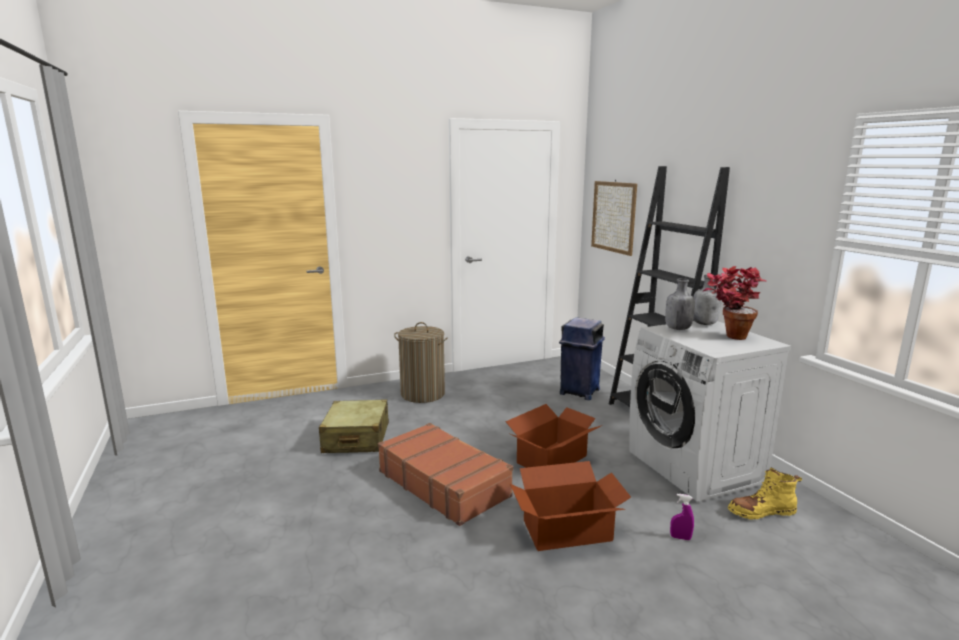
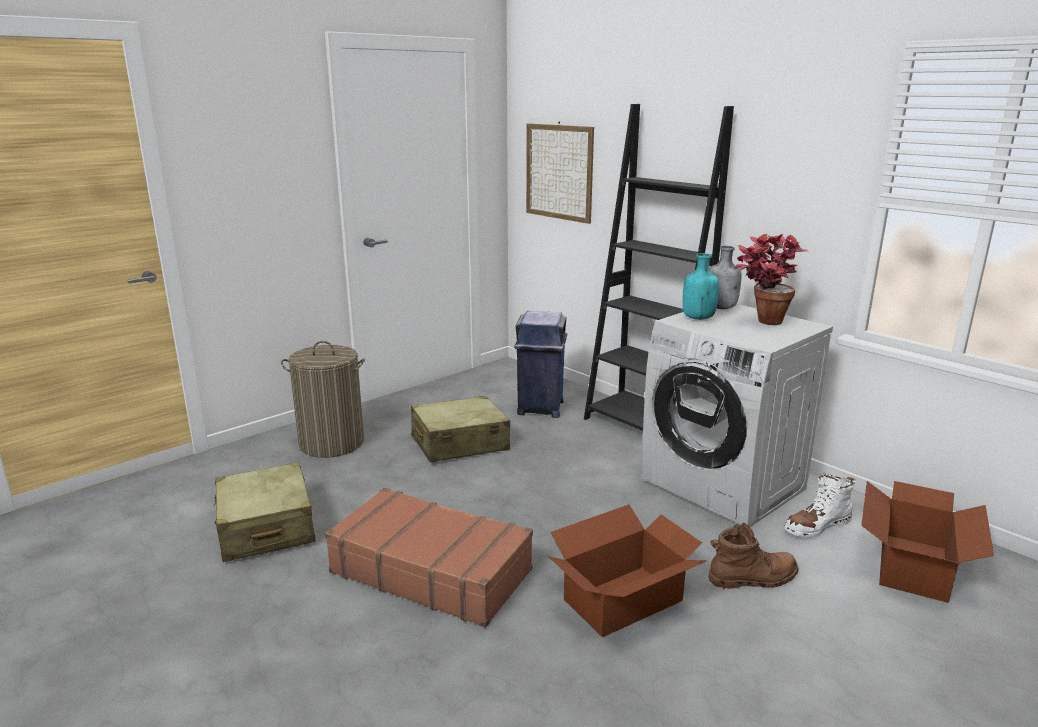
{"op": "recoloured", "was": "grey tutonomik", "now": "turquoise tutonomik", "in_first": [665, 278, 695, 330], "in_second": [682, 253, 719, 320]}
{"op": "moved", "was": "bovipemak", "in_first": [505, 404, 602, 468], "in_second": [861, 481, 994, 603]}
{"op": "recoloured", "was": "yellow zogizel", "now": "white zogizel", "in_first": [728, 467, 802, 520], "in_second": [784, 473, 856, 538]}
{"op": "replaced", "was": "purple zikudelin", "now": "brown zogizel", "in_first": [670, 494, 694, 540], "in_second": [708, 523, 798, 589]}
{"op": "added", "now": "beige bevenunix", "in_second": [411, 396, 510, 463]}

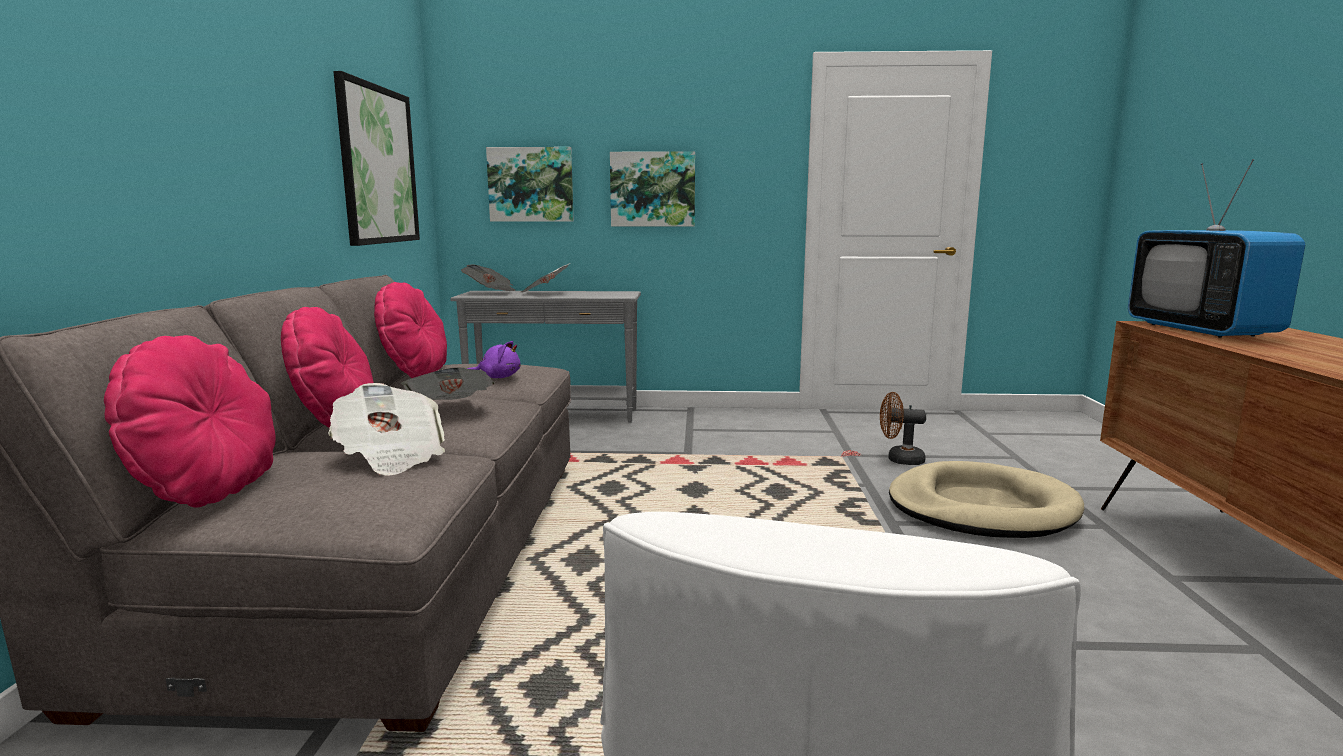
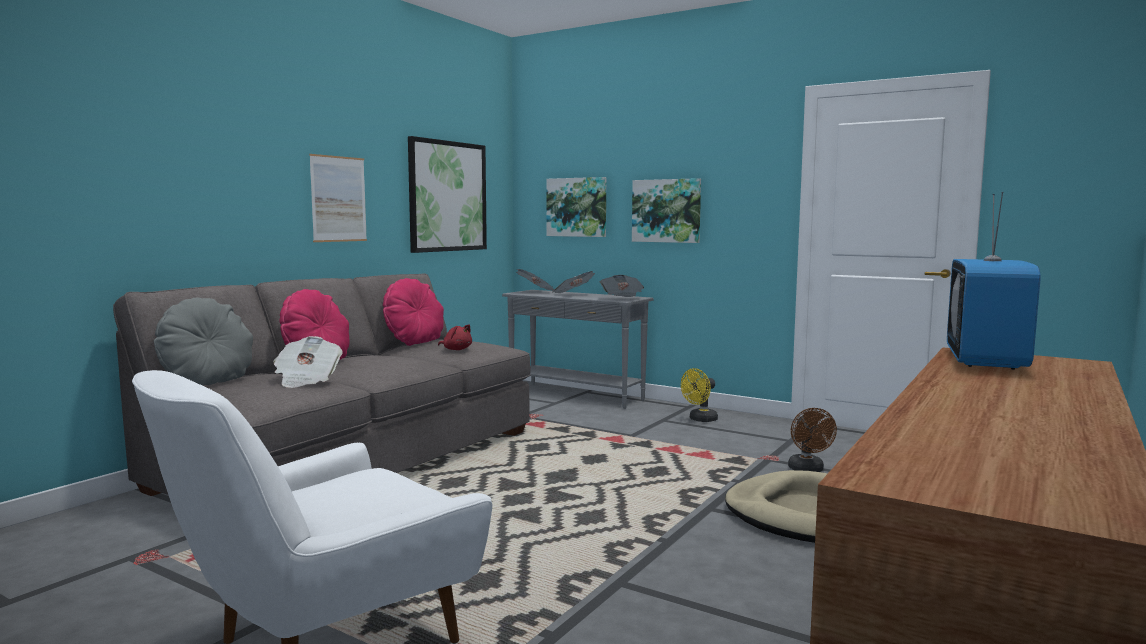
{"op": "recoloured", "was": "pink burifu", "now": "grey burifu", "in_first": [104, 335, 275, 507], "in_second": [154, 298, 253, 386]}
{"op": "recoloured", "was": "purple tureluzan", "now": "red tureluzan", "in_first": [468, 341, 521, 378], "in_second": [438, 324, 472, 350]}
{"op": "moved", "was": "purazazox", "in_first": [401, 367, 495, 400], "in_second": [599, 275, 644, 297]}
{"op": "turned", "was": "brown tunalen", "in_first": [880, 392, 926, 465], "in_second": [788, 408, 837, 472], "clockwise": -135}
{"op": "added", "now": "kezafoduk", "in_second": [309, 154, 367, 242]}
{"op": "added", "now": "yellow tunalen", "in_second": [681, 368, 718, 422]}

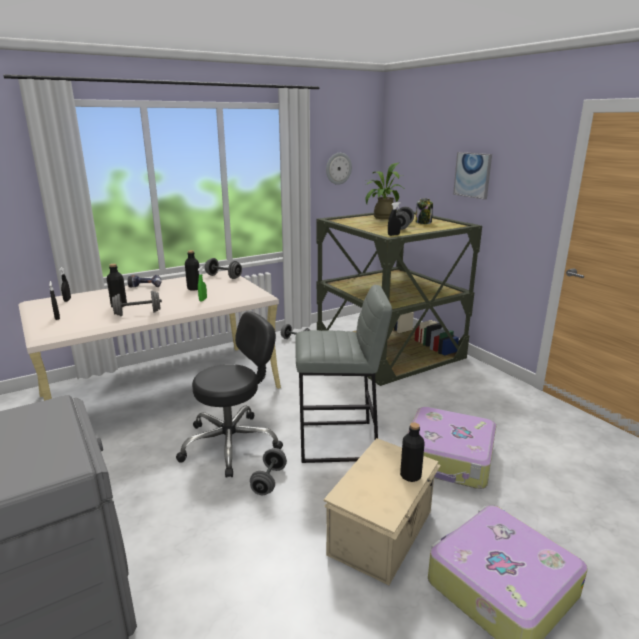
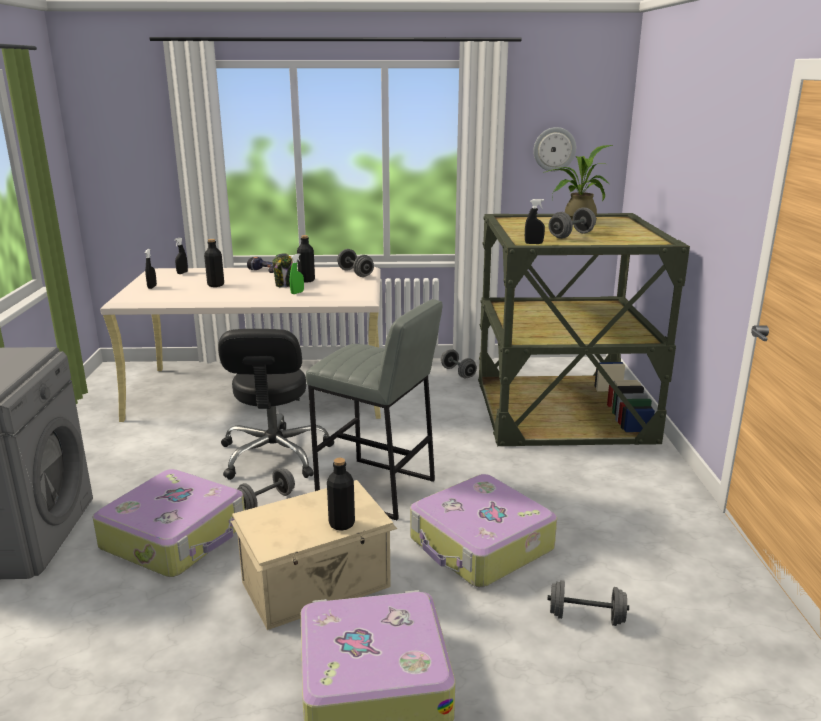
{"op": "removed", "was": "kezafoduk", "in_first": [453, 152, 492, 200]}
{"op": "moved", "was": "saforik", "in_first": [416, 198, 433, 224], "in_second": [273, 253, 293, 288]}
{"op": "moved", "was": "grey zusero", "in_first": [111, 291, 162, 316], "in_second": [548, 580, 629, 626]}
{"op": "turned", "was": "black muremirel", "in_first": [176, 311, 283, 478], "in_second": [218, 329, 334, 480], "clockwise": 90}
{"op": "added", "now": "bevenunix", "in_second": [93, 469, 245, 577]}

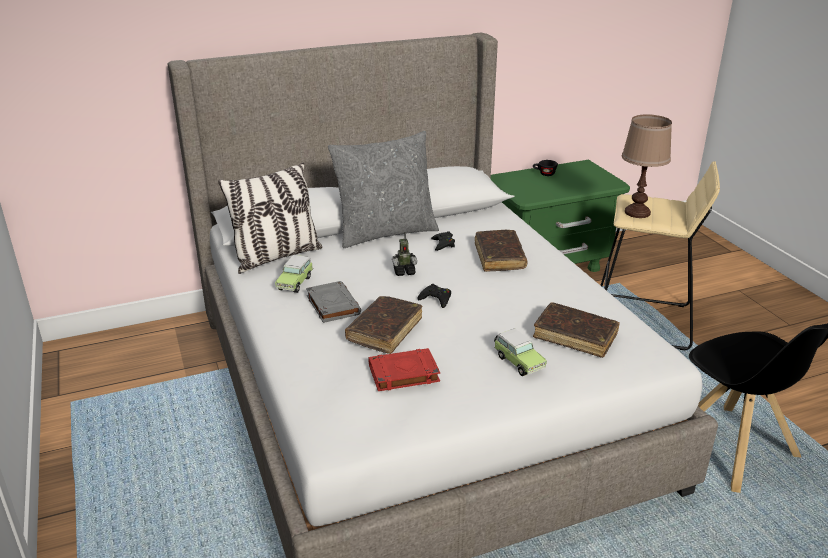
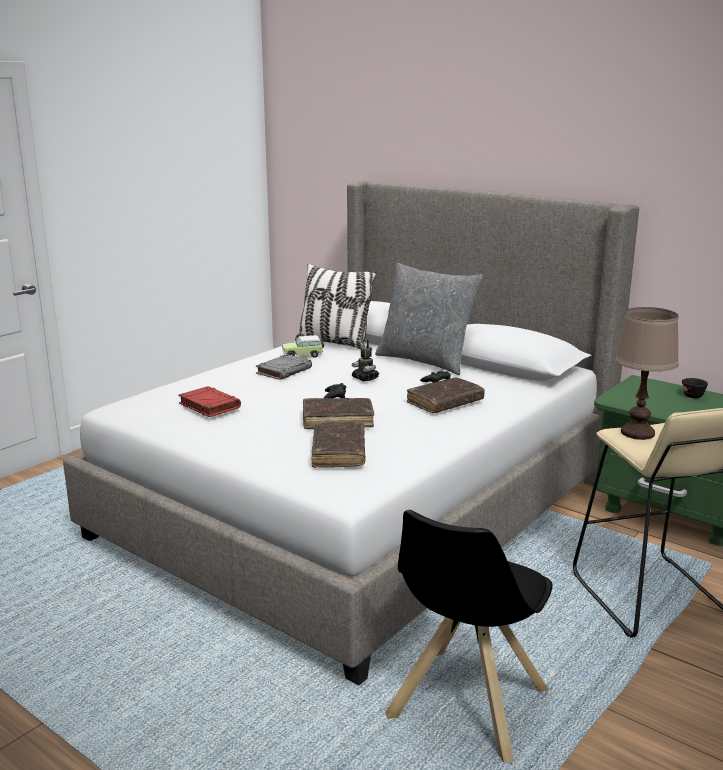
{"op": "moved", "was": "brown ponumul", "in_first": [345, 296, 422, 354], "in_second": [303, 398, 374, 429]}
{"op": "removed", "was": "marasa", "in_first": [494, 328, 547, 376]}

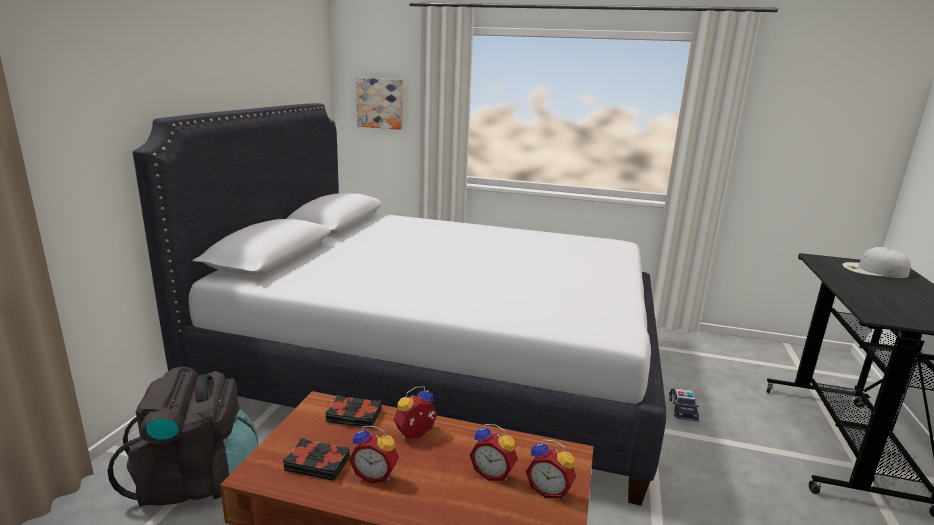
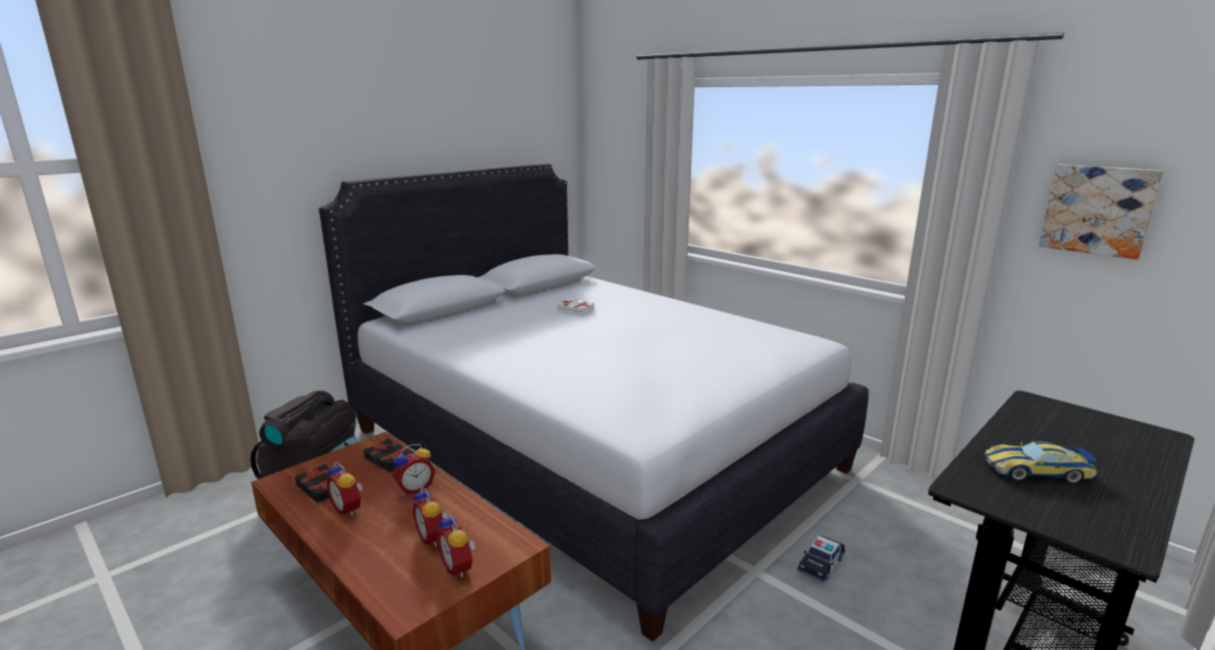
{"op": "moved", "was": "kezafoduk", "in_first": [356, 77, 403, 130], "in_second": [1039, 164, 1163, 259]}
{"op": "removed", "was": "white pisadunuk", "in_first": [842, 247, 911, 278]}
{"op": "turned", "was": "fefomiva", "in_first": [393, 386, 437, 439], "in_second": [392, 444, 436, 495], "clockwise": 150}
{"op": "added", "now": "white ponumul", "in_second": [557, 298, 594, 315]}
{"op": "added", "now": "marasa", "in_second": [985, 442, 1097, 483]}

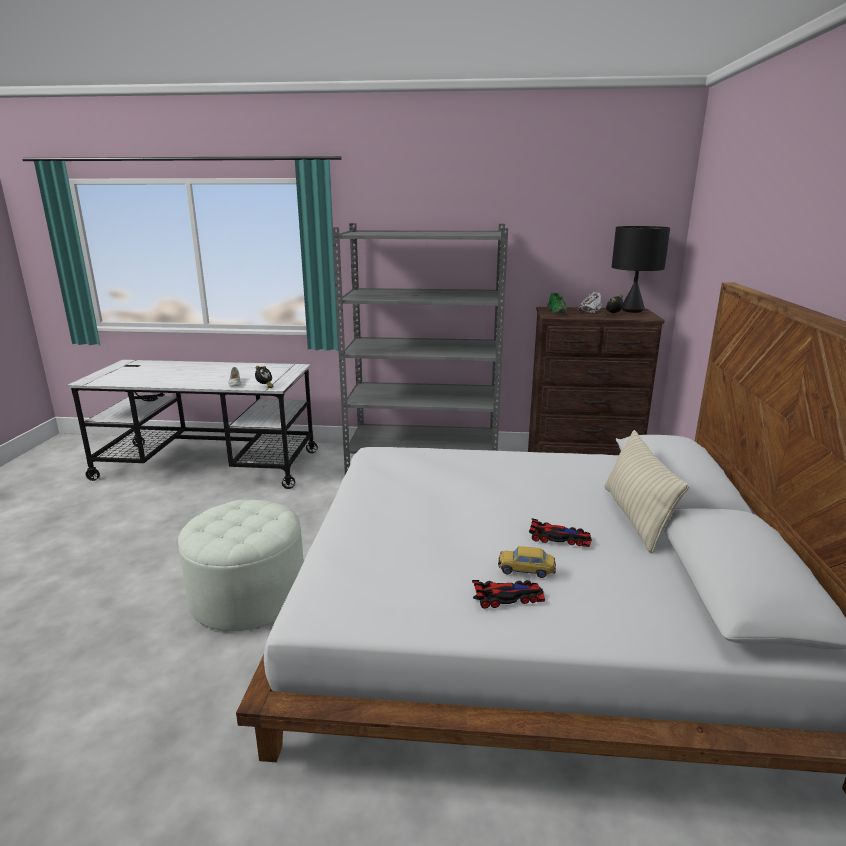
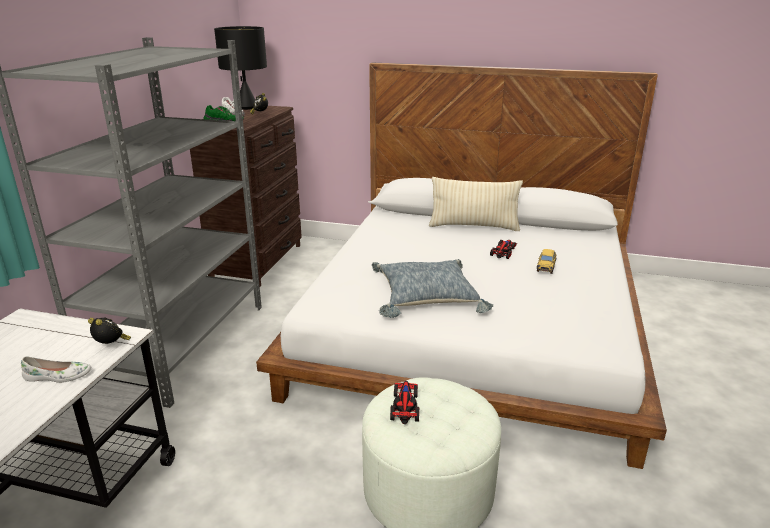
{"op": "moved", "was": "marasa", "in_first": [472, 580, 545, 609], "in_second": [390, 381, 419, 424]}
{"op": "added", "now": "burifu", "in_second": [371, 259, 494, 318]}

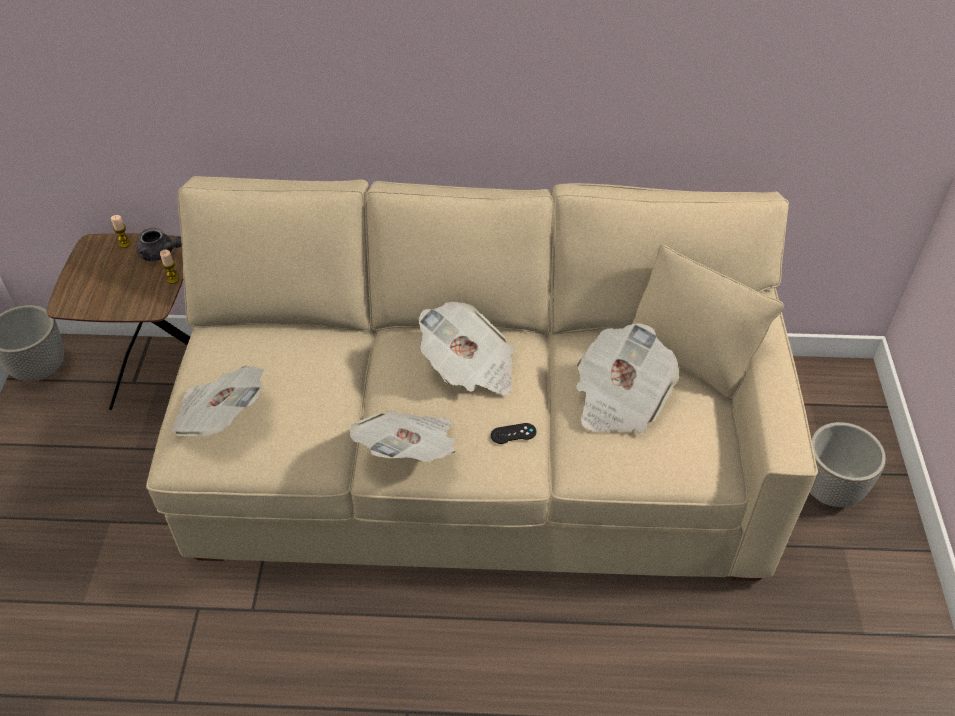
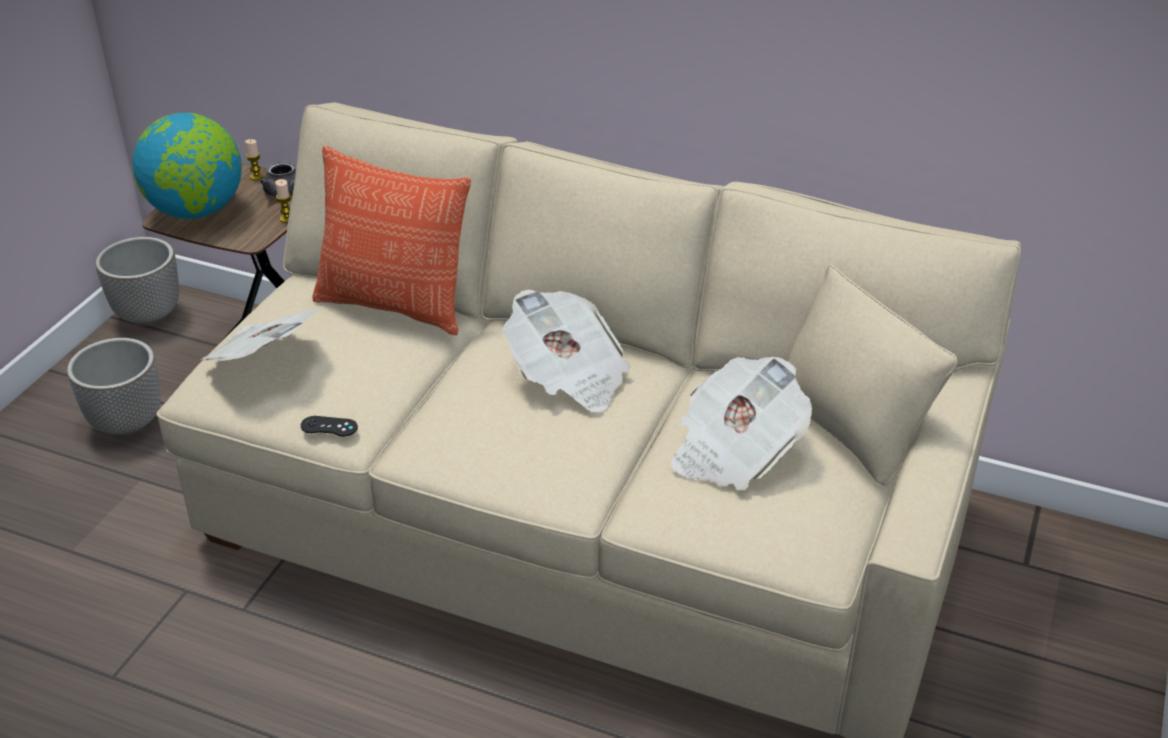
{"op": "removed", "was": "purazazox", "in_first": [349, 410, 456, 462]}
{"op": "moved", "was": "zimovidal", "in_first": [809, 422, 886, 507], "in_second": [67, 338, 161, 436]}
{"op": "moved", "was": "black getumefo", "in_first": [491, 423, 536, 444], "in_second": [301, 416, 358, 437]}
{"op": "added", "now": "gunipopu", "in_second": [132, 113, 242, 219]}
{"op": "added", "now": "orange burifu", "in_second": [312, 146, 471, 335]}

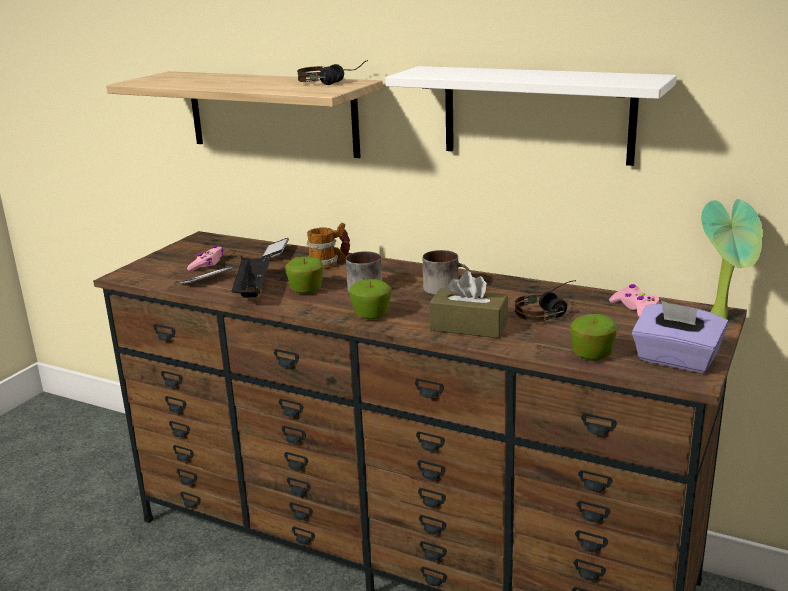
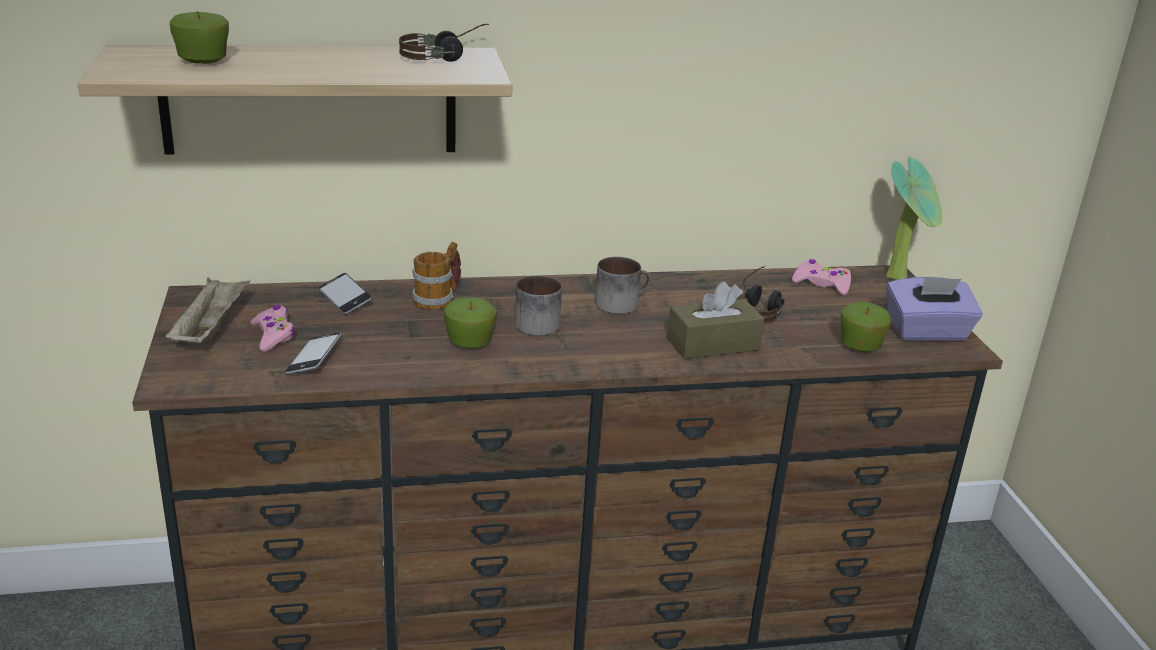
{"op": "removed", "was": "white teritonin", "in_first": [385, 66, 677, 166]}
{"op": "removed", "was": "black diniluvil", "in_first": [232, 255, 272, 298]}
{"op": "moved", "was": "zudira", "in_first": [350, 279, 391, 319], "in_second": [170, 11, 229, 64]}
{"op": "added", "now": "beige diniluvil", "in_second": [165, 277, 250, 344]}

